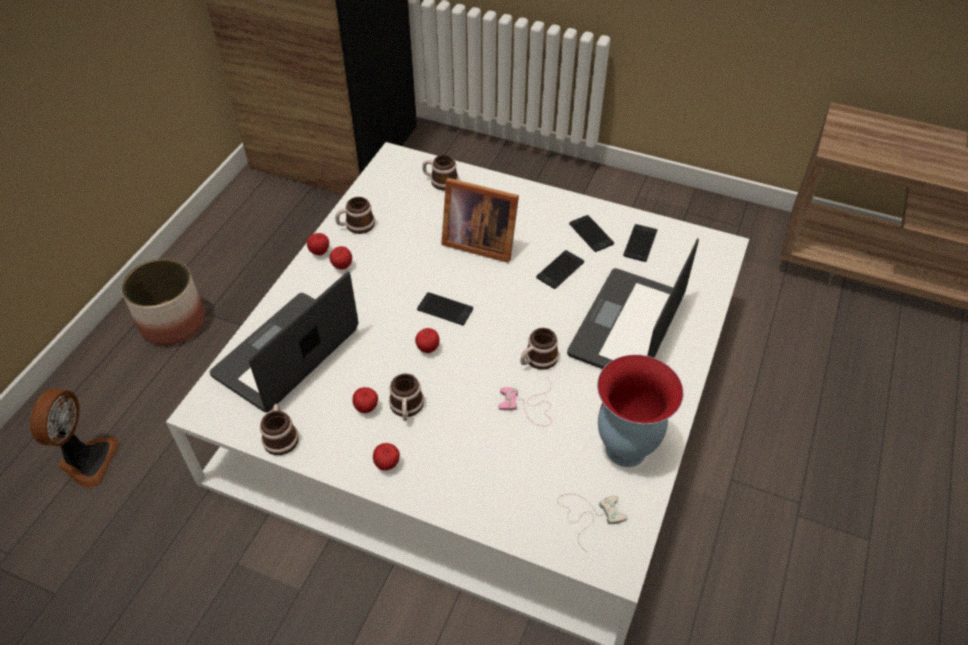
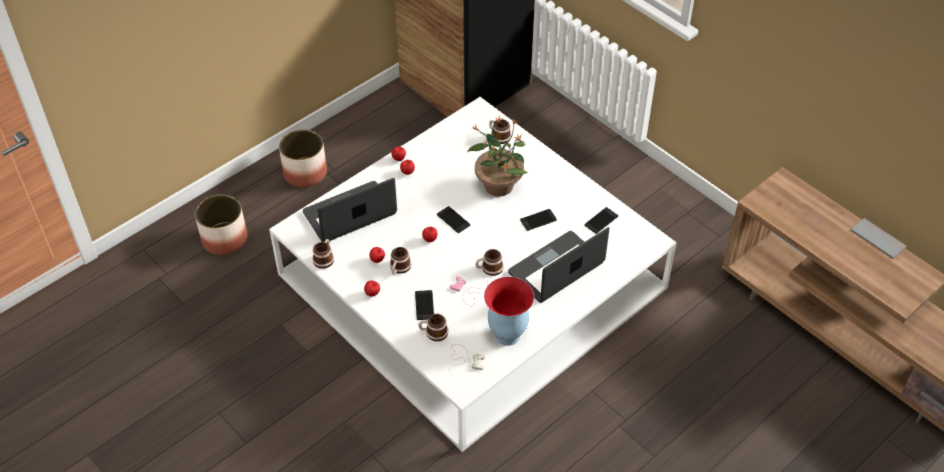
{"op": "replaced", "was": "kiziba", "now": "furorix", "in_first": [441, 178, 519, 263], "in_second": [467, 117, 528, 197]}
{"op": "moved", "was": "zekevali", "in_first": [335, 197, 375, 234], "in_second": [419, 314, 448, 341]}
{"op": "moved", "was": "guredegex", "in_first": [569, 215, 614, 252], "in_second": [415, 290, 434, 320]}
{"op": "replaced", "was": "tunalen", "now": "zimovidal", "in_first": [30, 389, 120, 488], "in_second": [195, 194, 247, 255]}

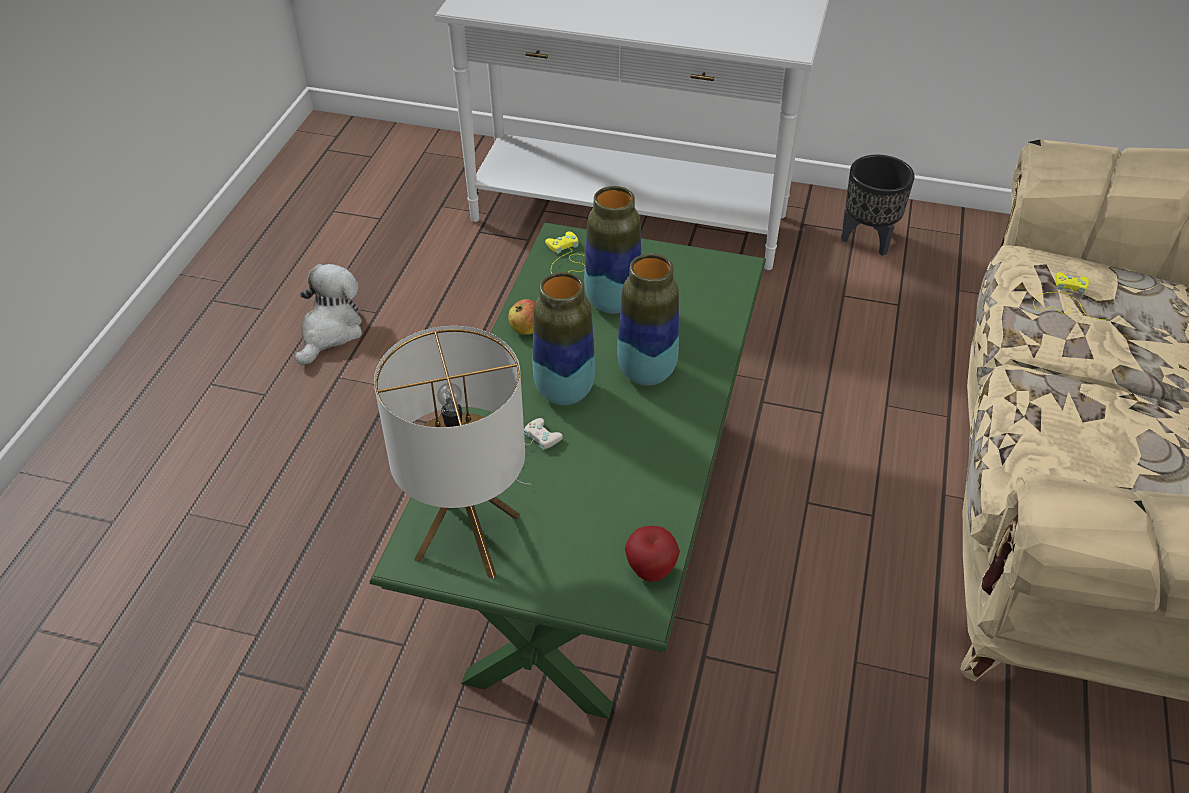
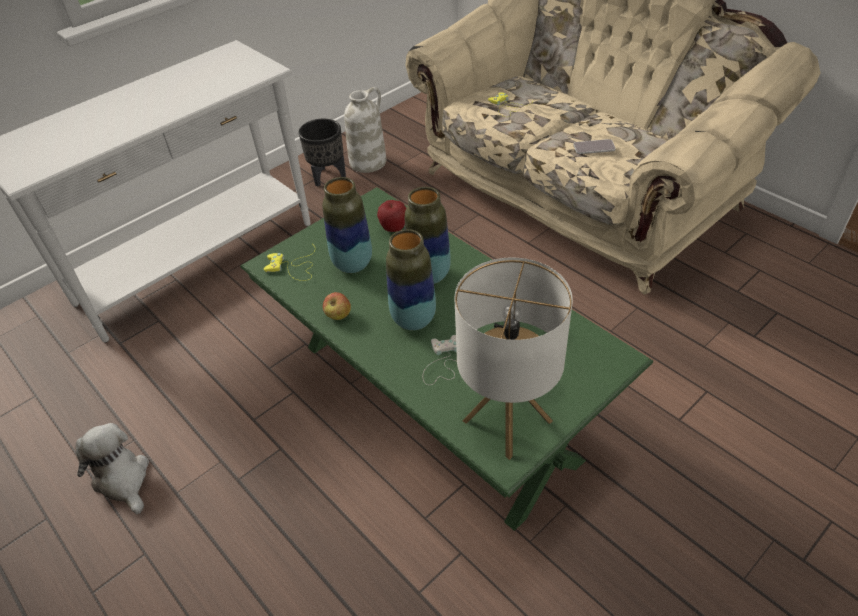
{"op": "moved", "was": "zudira", "in_first": [625, 526, 680, 582], "in_second": [377, 200, 406, 232]}
{"op": "added", "now": "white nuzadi", "in_second": [344, 87, 386, 173]}
{"op": "added", "now": "guredegex", "in_second": [573, 139, 616, 154]}

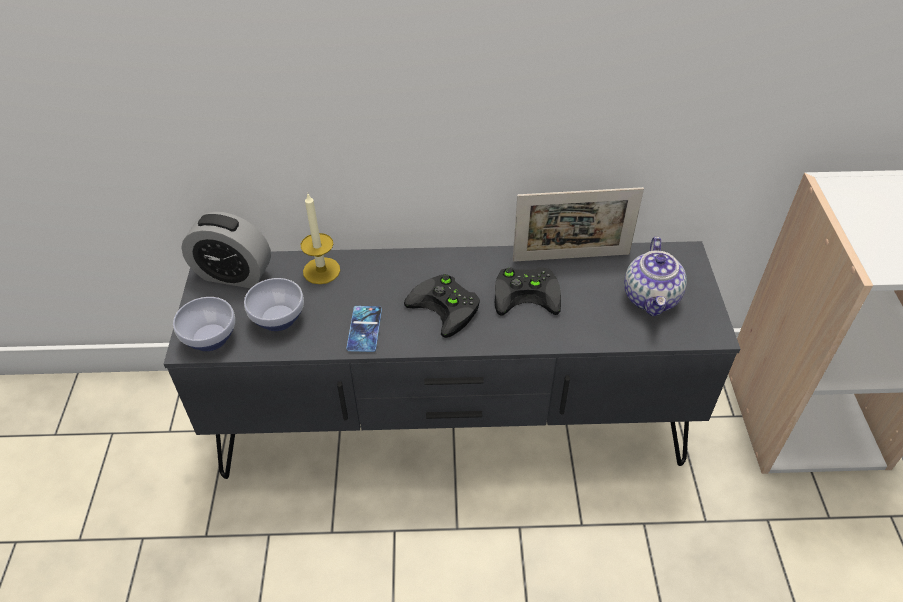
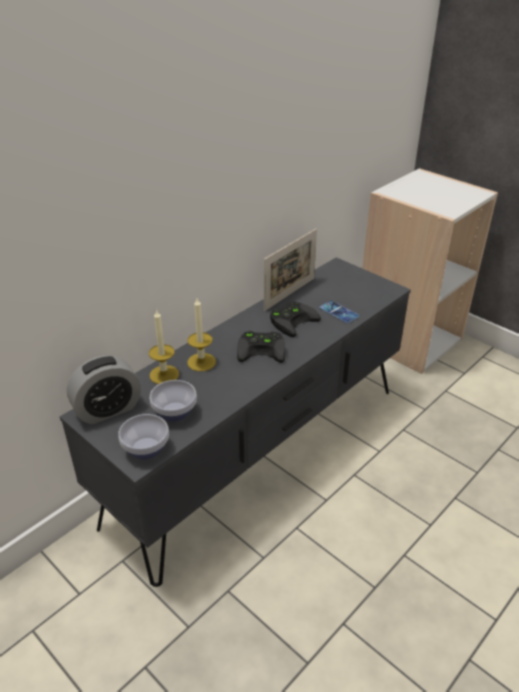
{"op": "removed", "was": "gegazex", "in_first": [624, 237, 687, 316]}
{"op": "moved", "was": "guredegex", "in_first": [346, 306, 382, 352], "in_second": [319, 301, 359, 323]}
{"op": "added", "now": "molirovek", "in_second": [187, 298, 216, 371]}

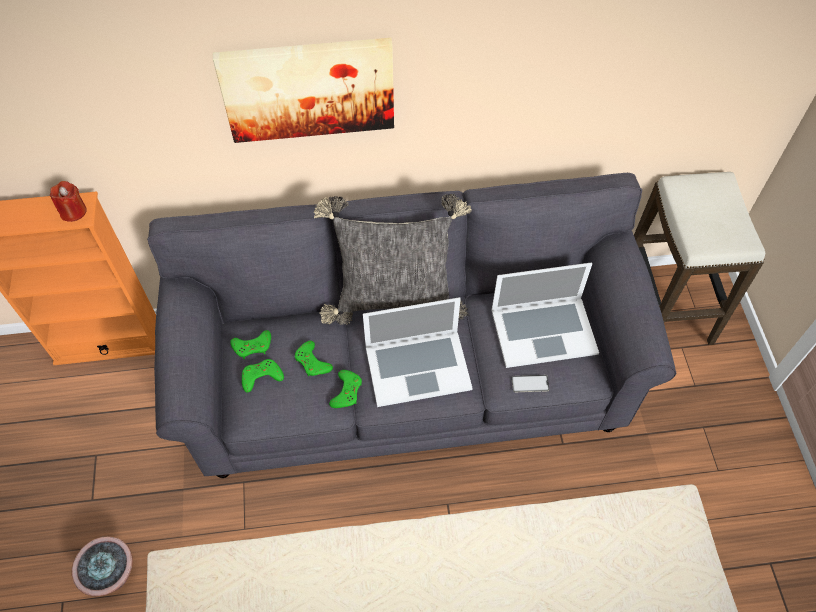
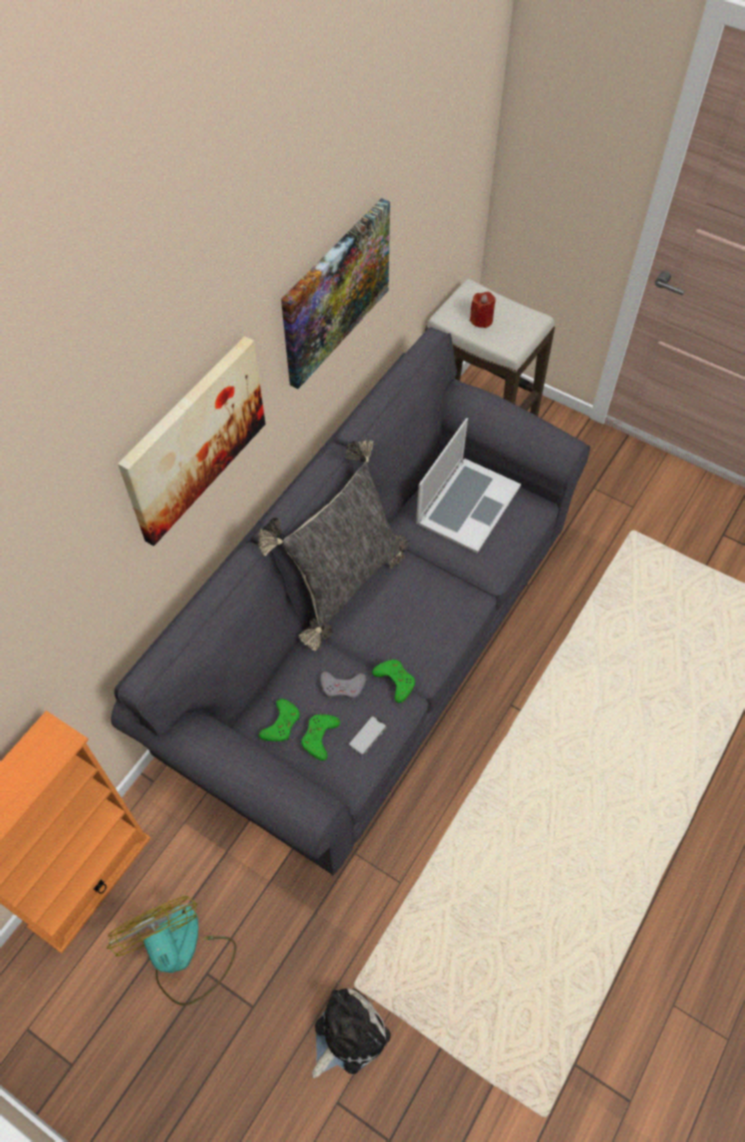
{"op": "moved", "was": "red molirovek", "in_first": [50, 181, 87, 222], "in_second": [470, 292, 496, 328]}
{"op": "removed", "was": "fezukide", "in_first": [363, 297, 473, 407]}
{"op": "recoloured", "was": "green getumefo", "now": "grey getumefo", "in_first": [295, 341, 333, 376], "in_second": [320, 671, 366, 700]}
{"op": "moved", "was": "guredegex", "in_first": [512, 375, 549, 392], "in_second": [348, 715, 387, 756]}
{"op": "replaced", "was": "furorix", "now": "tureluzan", "in_first": [72, 536, 133, 596], "in_second": [312, 988, 391, 1078]}
{"op": "added", "now": "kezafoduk", "in_second": [281, 198, 390, 389]}
{"op": "added", "now": "tunalen", "in_second": [106, 896, 236, 1006]}

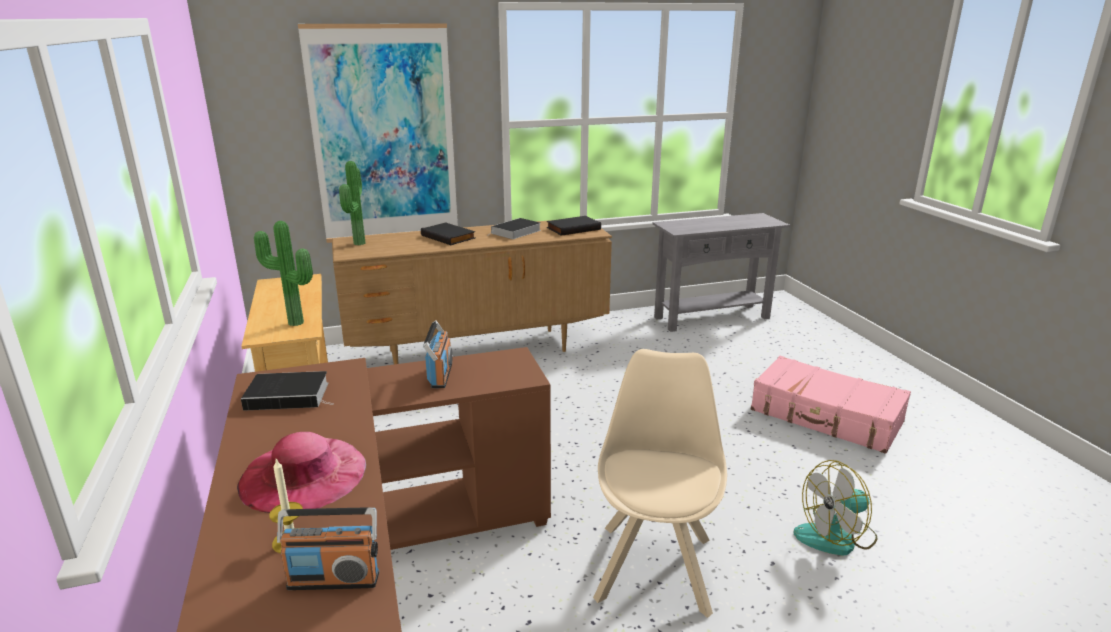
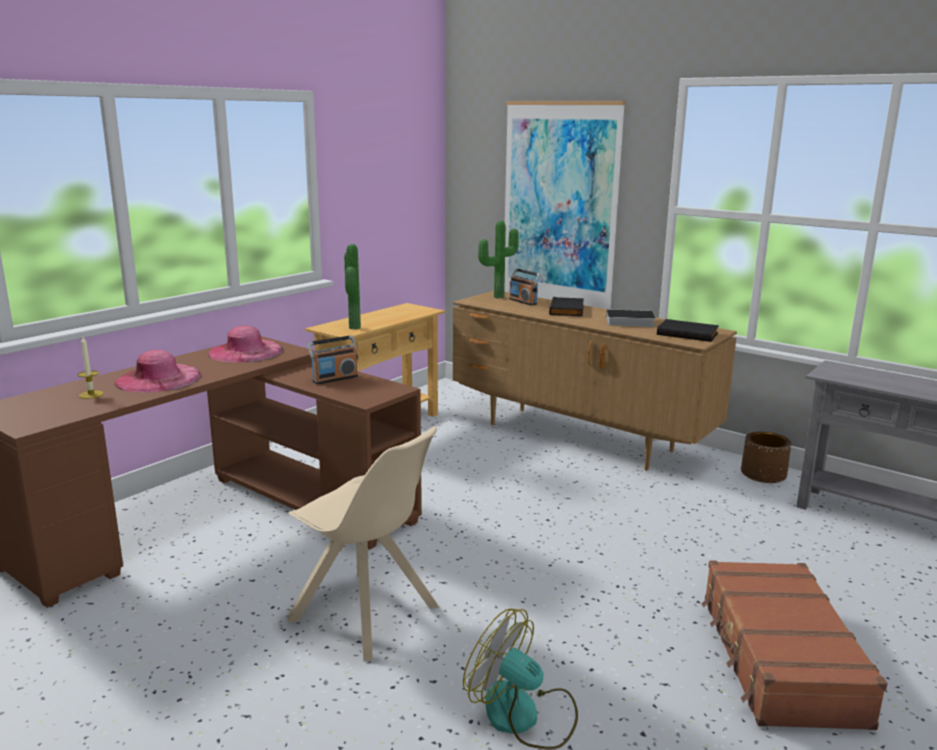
{"op": "turned", "was": "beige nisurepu", "in_first": [593, 349, 727, 618], "in_second": [287, 427, 439, 661], "clockwise": 60}
{"op": "recoloured", "was": "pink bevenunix", "now": "brown bevenunix", "in_first": [751, 356, 911, 454], "in_second": [701, 560, 888, 730]}
{"op": "replaced", "was": "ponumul", "now": "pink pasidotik", "in_first": [241, 371, 334, 411], "in_second": [208, 326, 283, 363]}
{"op": "moved", "was": "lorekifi", "in_first": [277, 507, 379, 590], "in_second": [509, 268, 541, 305]}
{"op": "added", "now": "brown zimovidal", "in_second": [741, 432, 791, 483]}

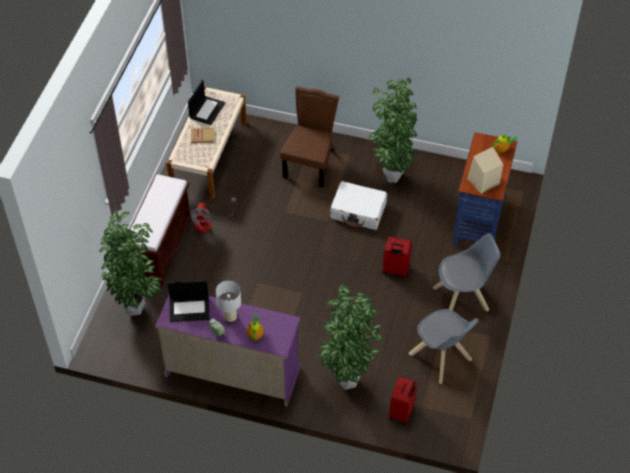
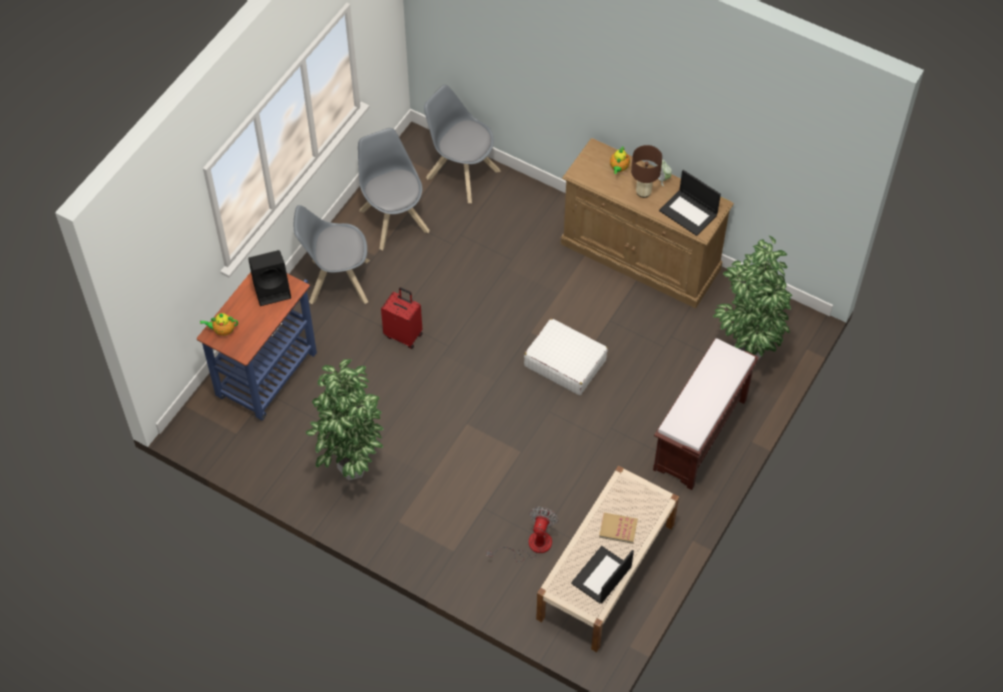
{"op": "removed", "was": "brown nisurepu", "in_first": [280, 87, 339, 187]}
{"op": "recoloured", "was": "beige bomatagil", "now": "black bomatagil", "in_first": [467, 147, 503, 193], "in_second": [248, 250, 291, 306]}
{"op": "moved", "was": "white bevenunix", "in_first": [330, 181, 387, 230], "in_second": [524, 319, 608, 395]}
{"op": "moved", "was": "tunalen", "in_first": [190, 197, 236, 233], "in_second": [486, 507, 558, 562]}
{"op": "turned", "was": "fezukide", "in_first": [167, 280, 209, 322], "in_second": [659, 170, 721, 236], "clockwise": -150}
{"op": "recoloured", "was": "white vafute", "now": "brown vafute", "in_first": [216, 281, 241, 323], "in_second": [631, 145, 662, 198]}
{"op": "removed", "was": "furorix", "in_first": [317, 284, 383, 390]}
{"op": "recoloured", "was": "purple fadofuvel", "now": "brown fadofuvel", "in_first": [155, 295, 301, 407], "in_second": [560, 138, 734, 308]}
{"op": "replaced", "was": "red bevenunix", "now": "grey nisurepu", "in_first": [389, 376, 417, 425], "in_second": [424, 85, 501, 203]}

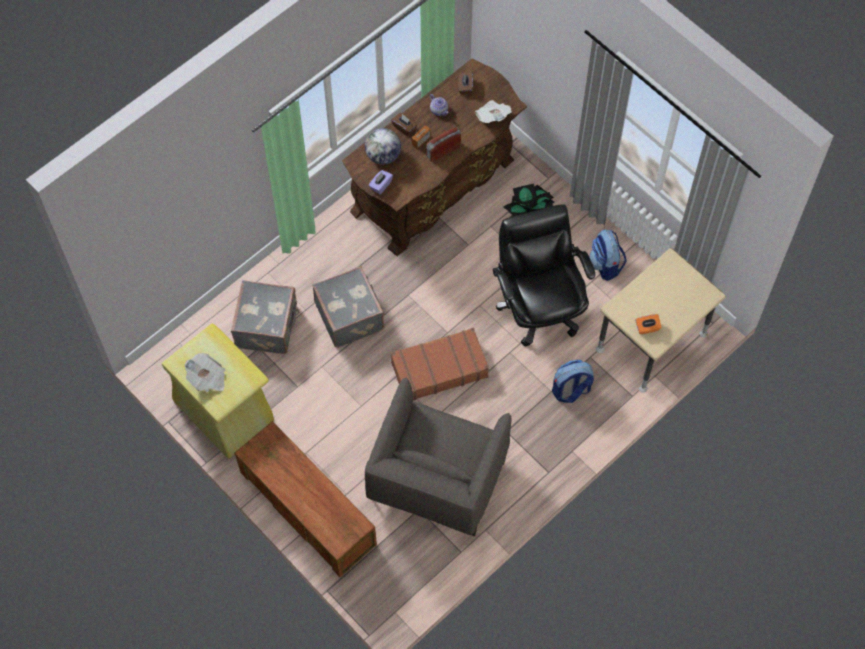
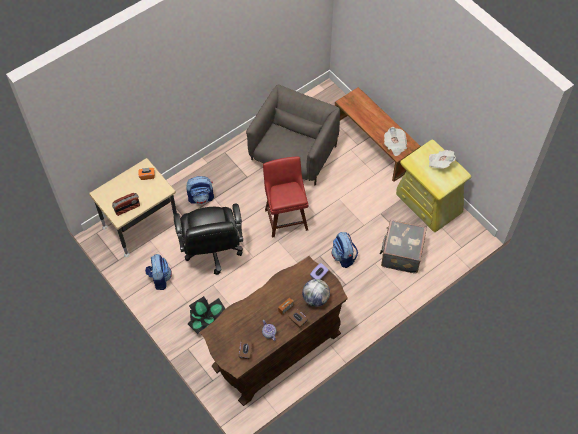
{"op": "moved", "was": "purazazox", "in_first": [475, 100, 512, 123], "in_second": [384, 127, 407, 156]}
{"op": "moved", "was": "lorekifi", "in_first": [426, 128, 461, 162], "in_second": [112, 193, 140, 216]}
{"op": "replaced", "was": "grey bevenunix", "now": "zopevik", "in_first": [312, 266, 384, 348], "in_second": [332, 232, 358, 268]}
{"op": "replaced", "was": "brown bevenunix", "now": "red nisurepu", "in_first": [391, 328, 489, 400], "in_second": [263, 156, 308, 238]}

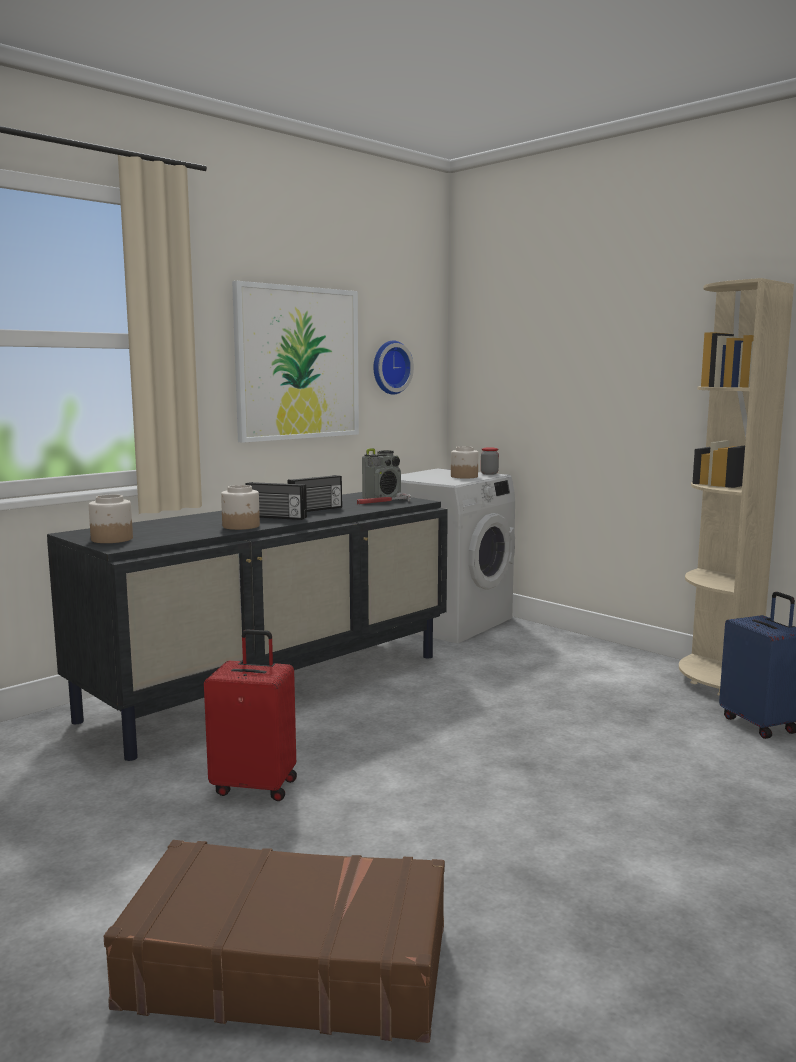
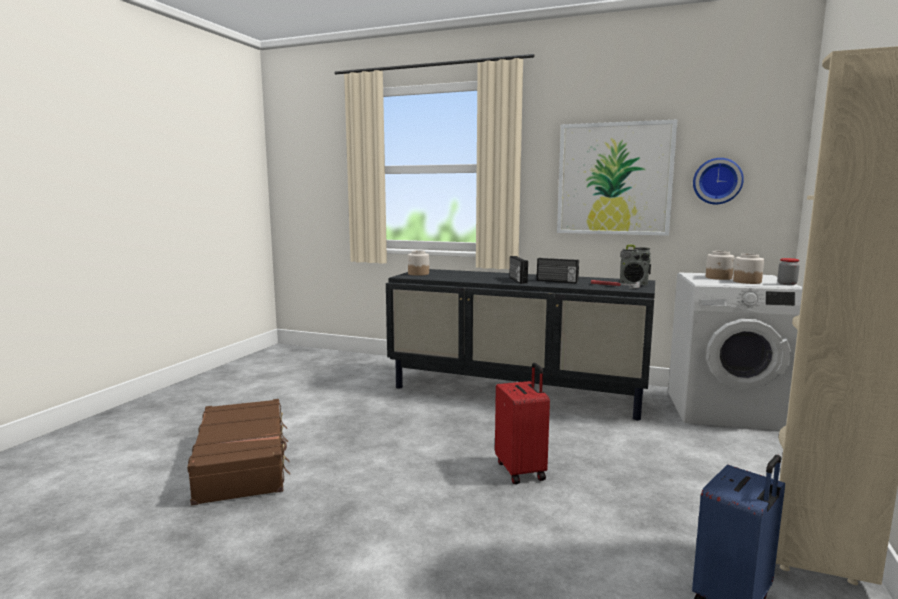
{"op": "moved", "was": "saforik", "in_first": [221, 485, 260, 530], "in_second": [706, 251, 734, 280]}
{"op": "moved", "was": "red bevenunix", "in_first": [204, 629, 297, 801], "in_second": [495, 363, 550, 484]}

